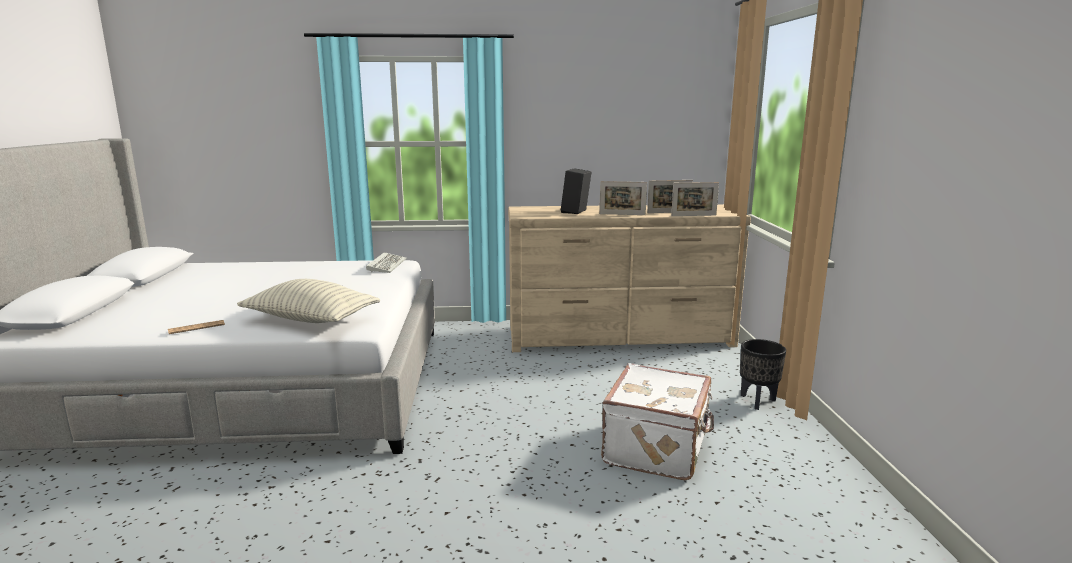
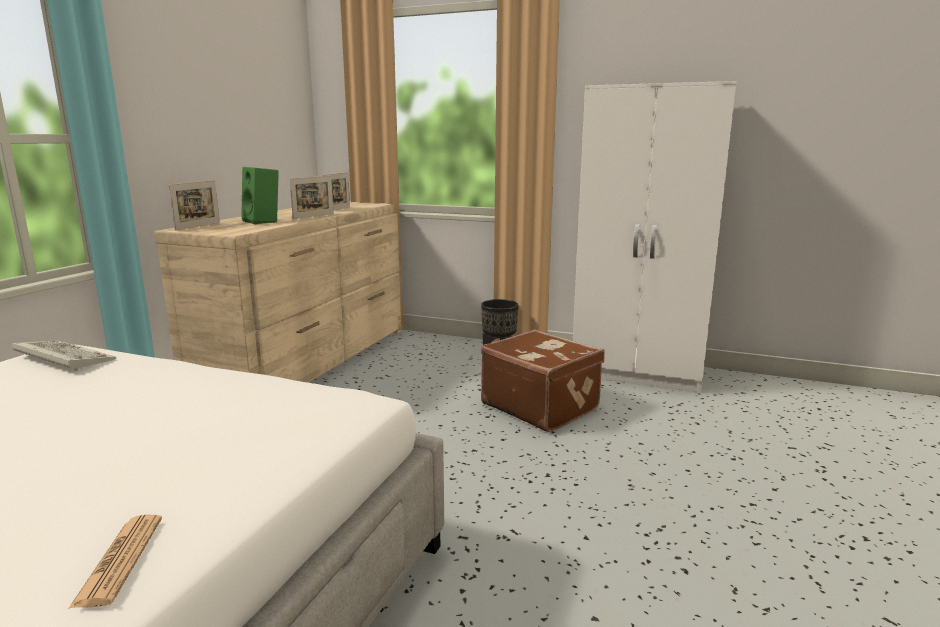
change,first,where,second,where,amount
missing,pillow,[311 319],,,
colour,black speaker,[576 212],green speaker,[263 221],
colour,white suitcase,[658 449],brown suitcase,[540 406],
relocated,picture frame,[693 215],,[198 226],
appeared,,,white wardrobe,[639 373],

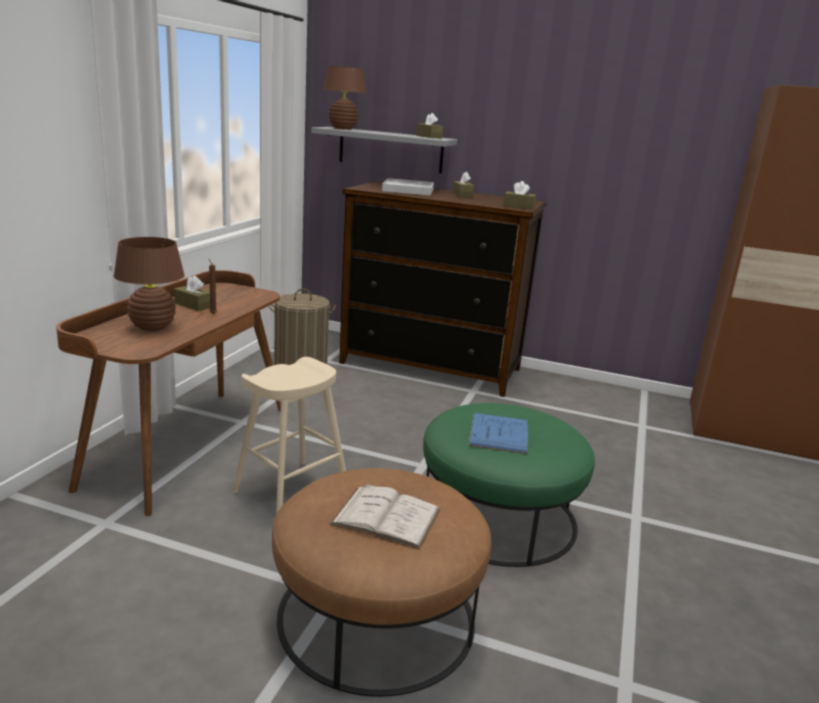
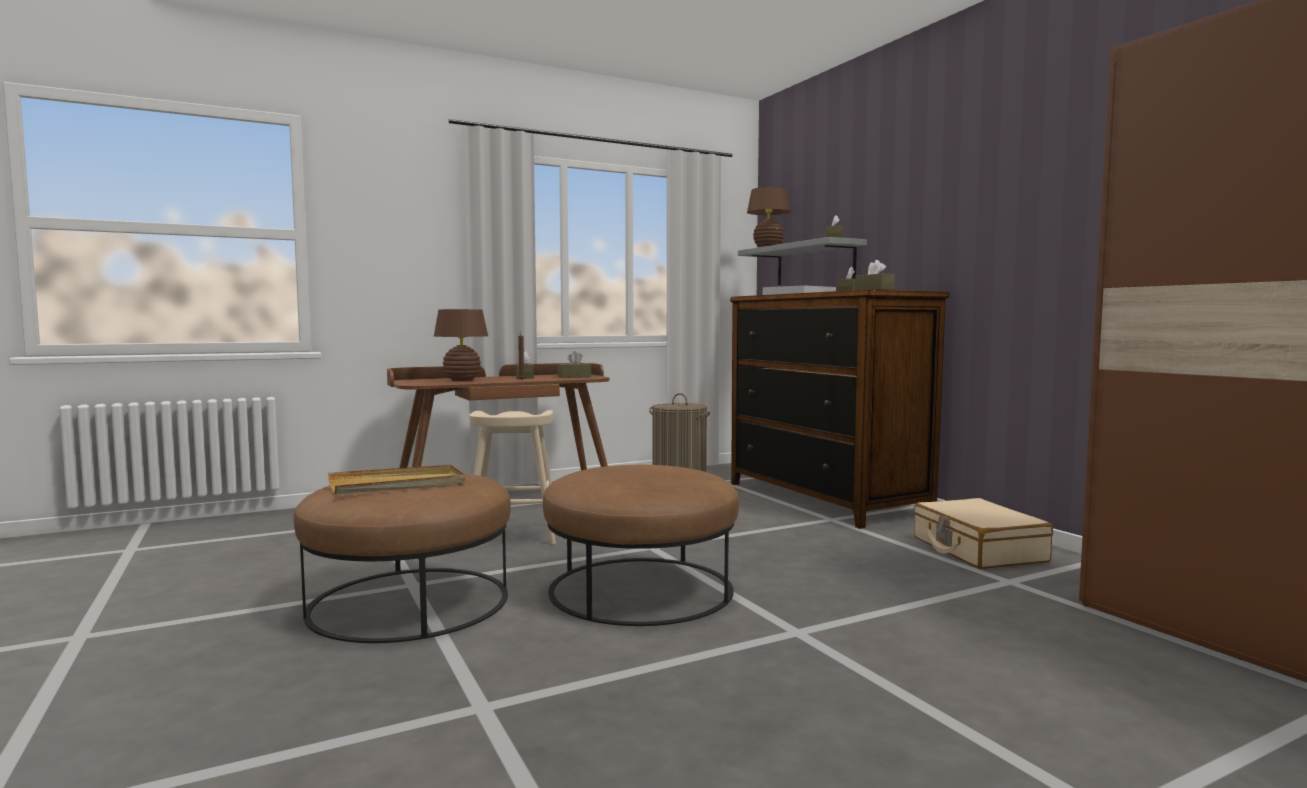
change,first,where,second,where,amount
exchanged,white book,[386 517],beige tray,[397 485],
colour,green ottoman,[498 516],brown ottoman,[640 589],
missing,blue book,[499 433],,,
appeared,,,brown tissue box,[574 377],
appeared,,,beige suitcase,[977 550],

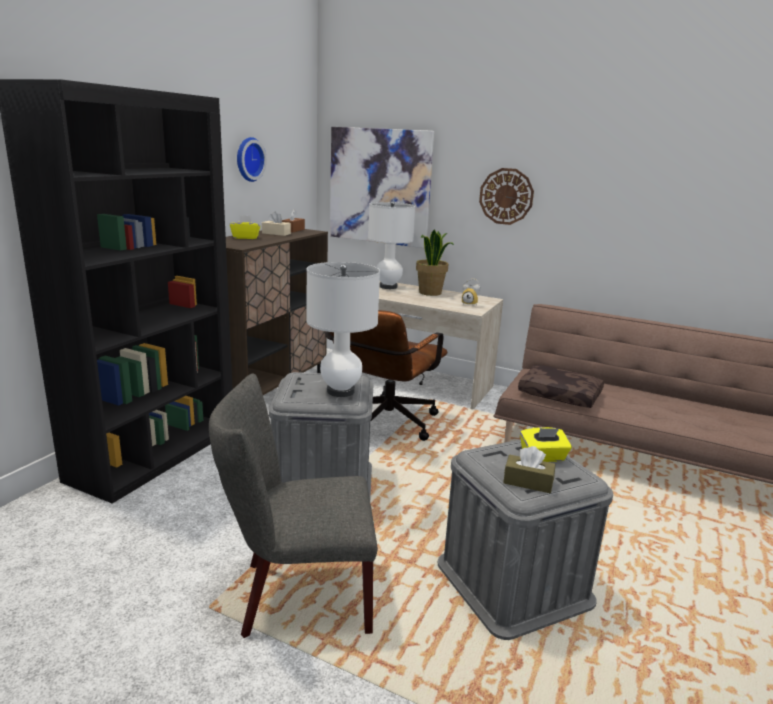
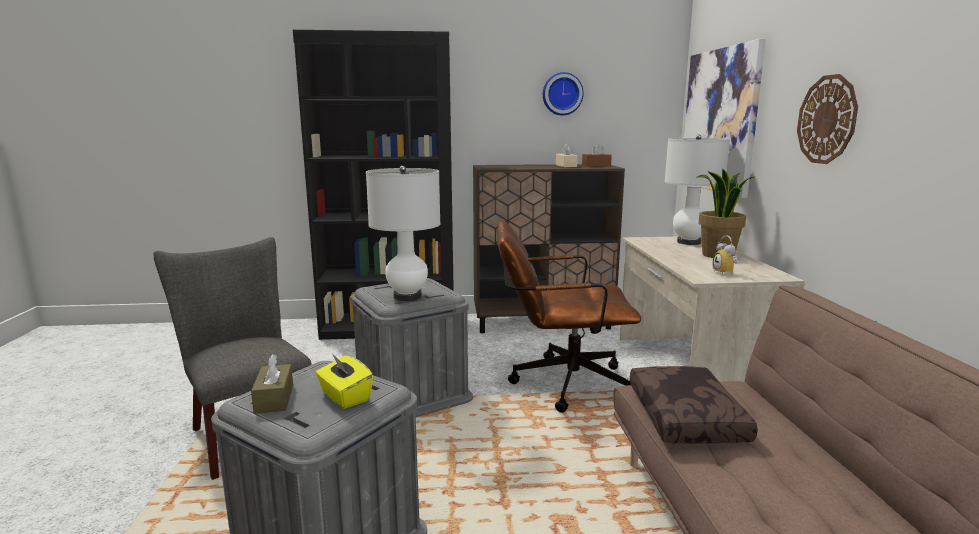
change,first,where,second,where,amount
missing,yellow tissue box,[245 237],,,

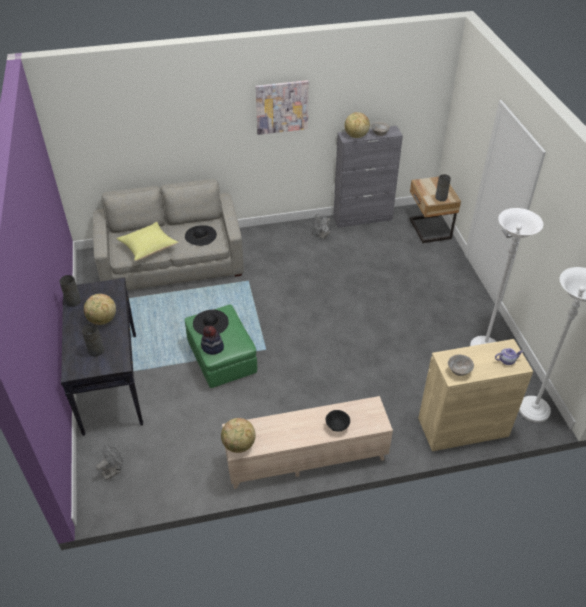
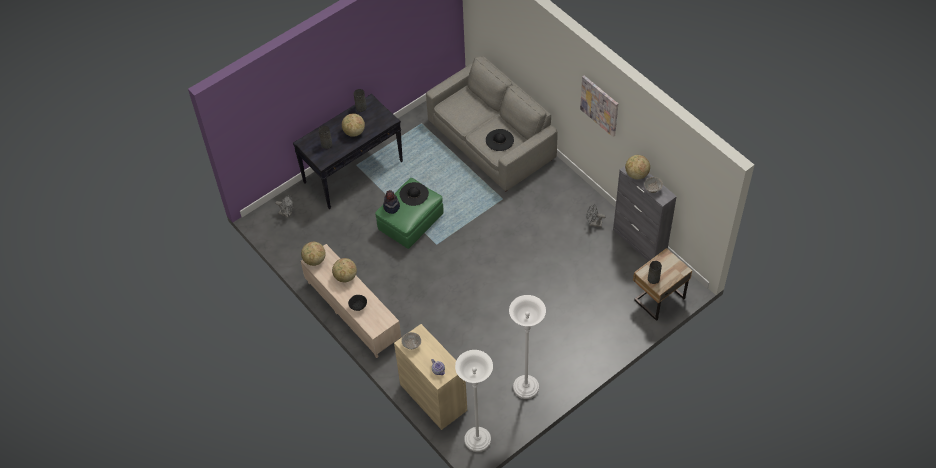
change,first,where,second,where,amount
missing,yellow pillow,[148 248],,,
appeared,,,globe,[345 277],

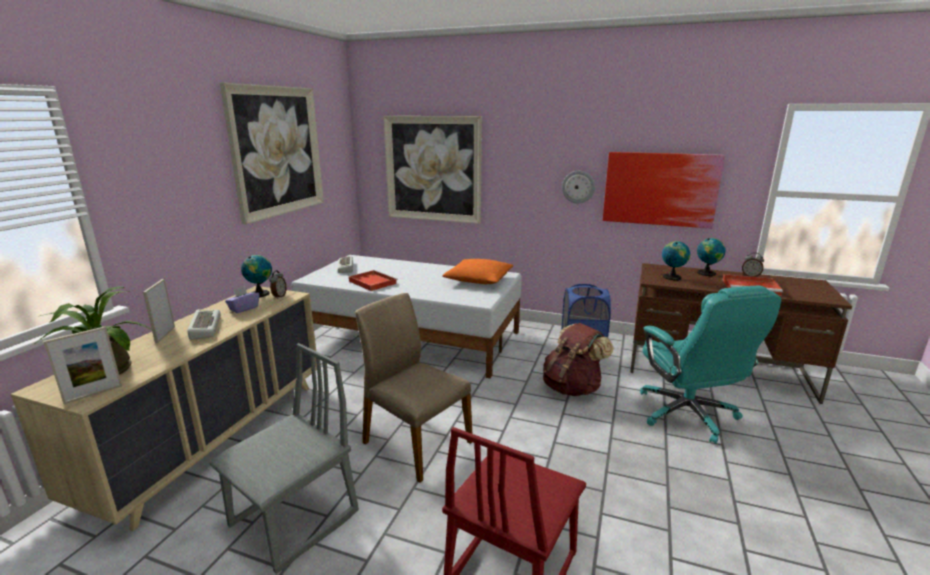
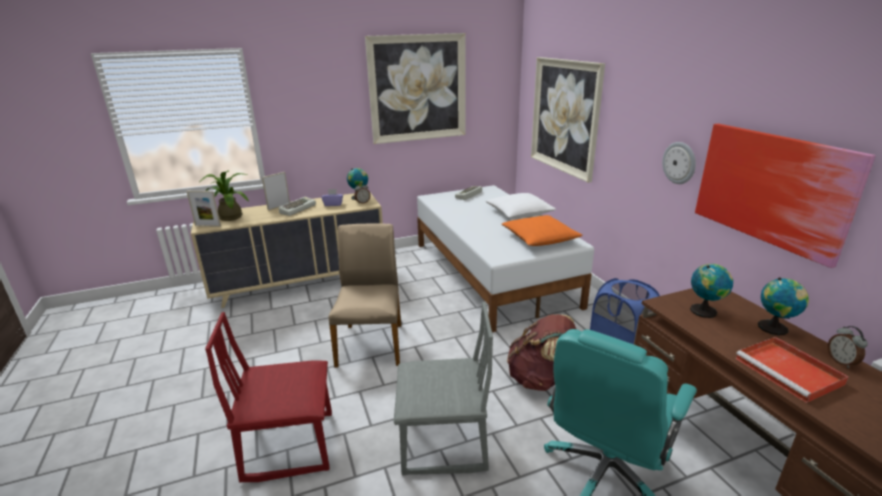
change,first,where,second,where,amount
relocated,grey chair,[295 520],,[443 444],
missing,red tray,[372 282],,,
appeared,,,white pillow,[519 213],

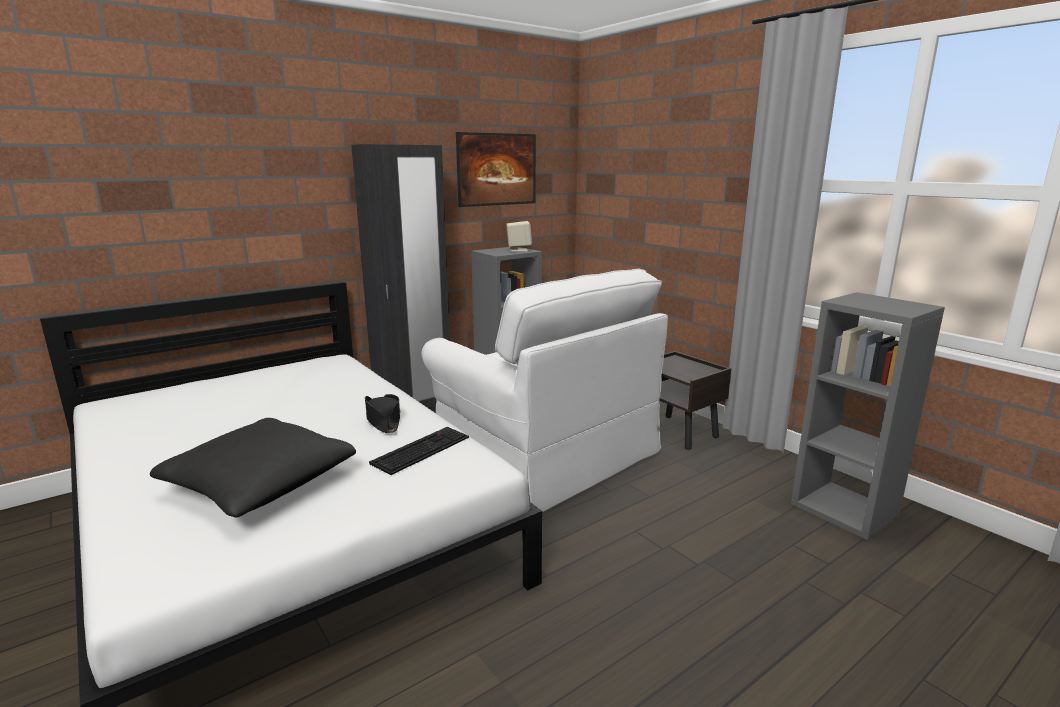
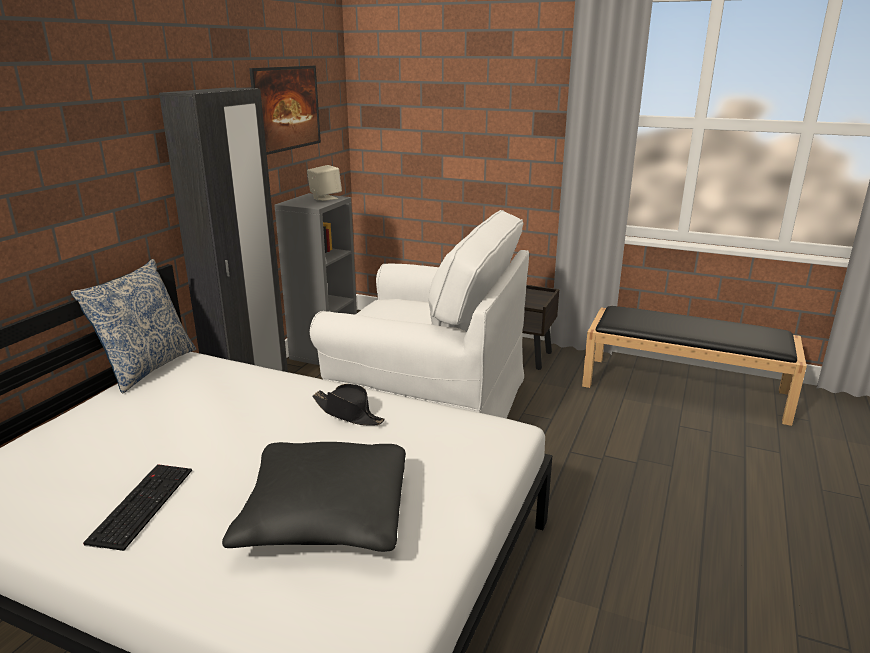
change,first,where,second,where,amount
relocated,keyboard,[421 449],,[141 504],
exchanged,grey bookcase,[845 510],black bench,[685 388],
appeared,,,pillow,[147 367],

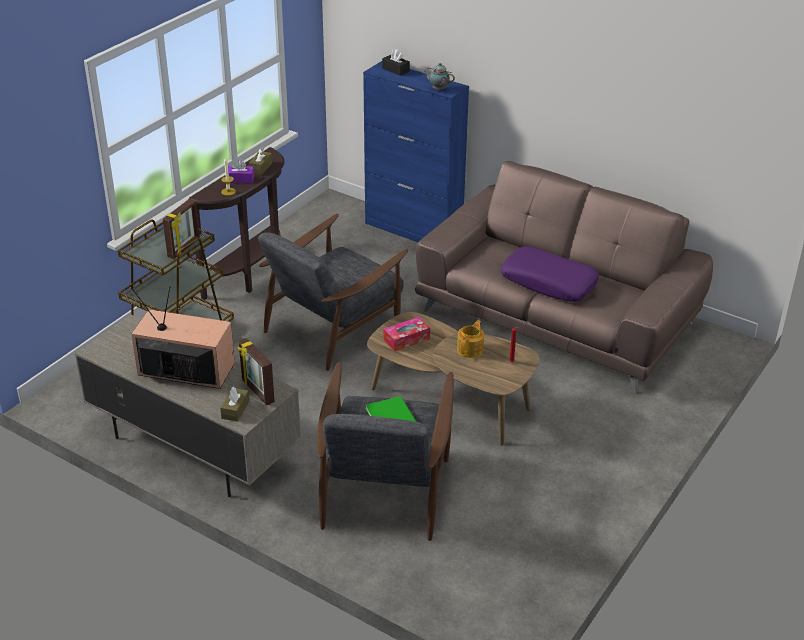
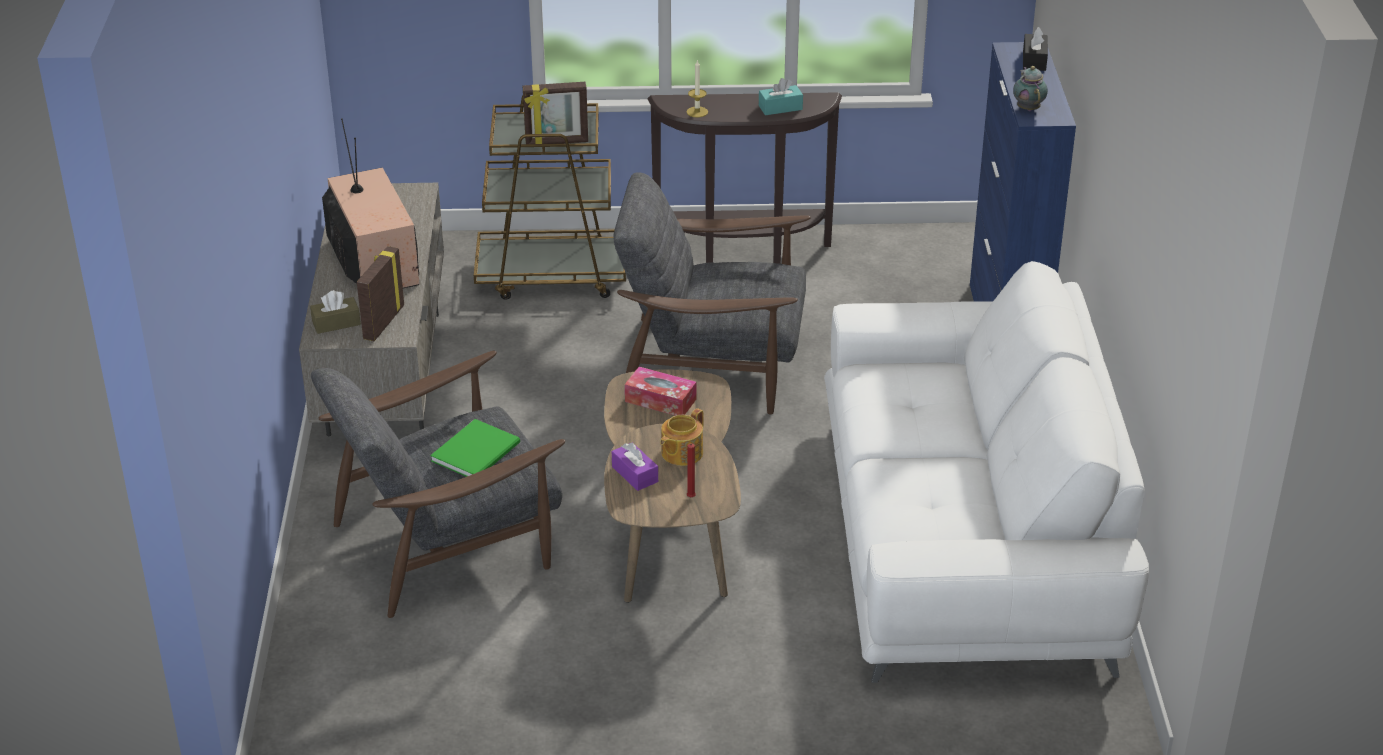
change,first,where,second,where,amount
relocated,purple tissue box,[240 179],,[635 474],
colour,brown tissue box,[261 167],turquoise tissue box,[780 107],
colour,brown sofa,[557 317],white sofa,[965 538],
spun,teapot,[470 349],,[681 453],135 degrees clockwise
missing,purple pillow,[549 282],,,

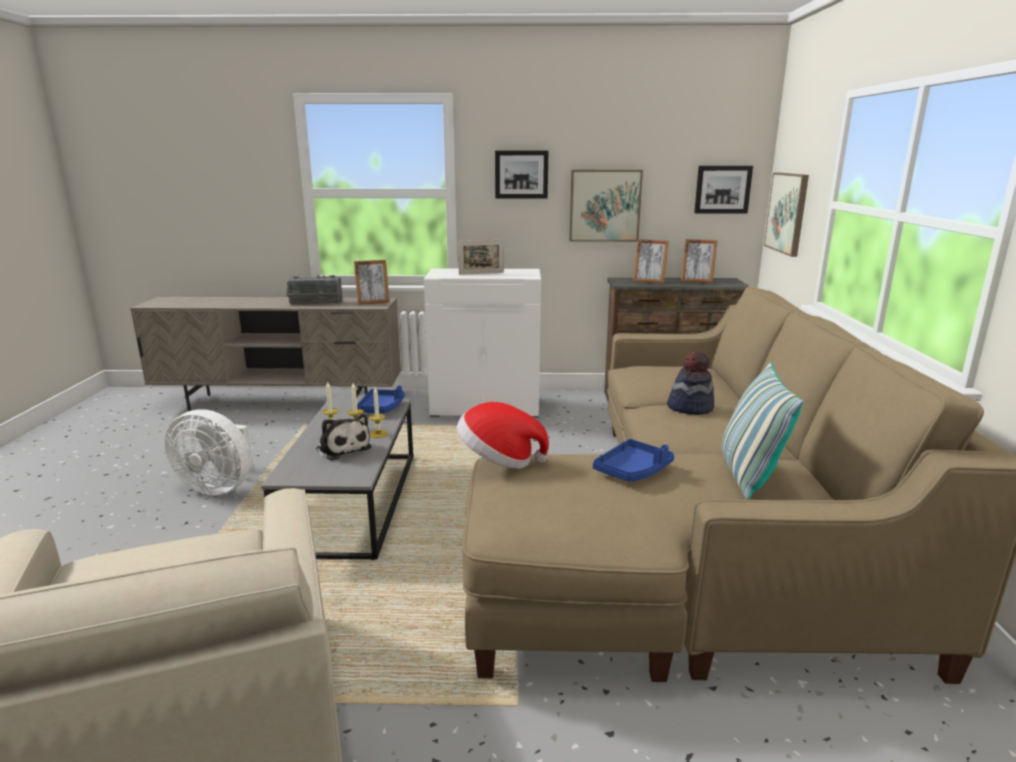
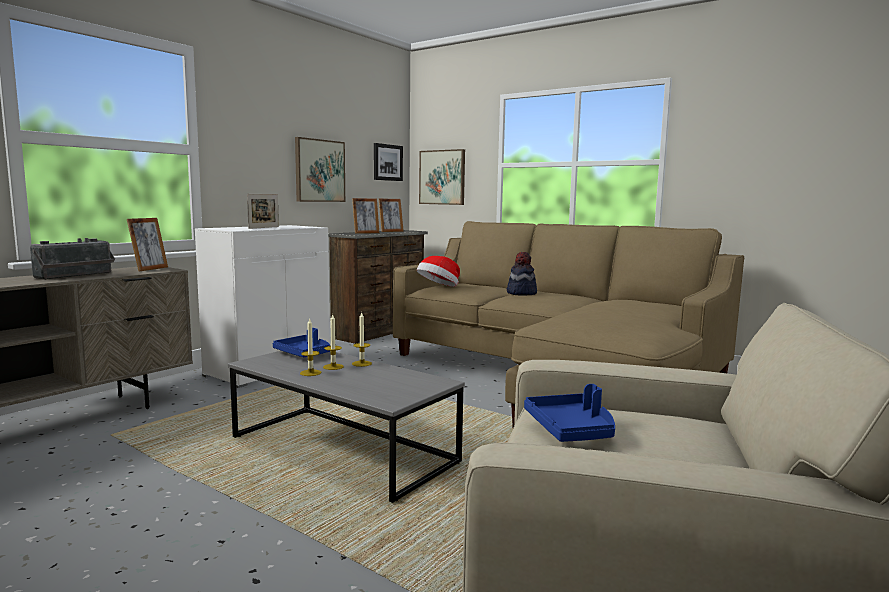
change,first,where,second,where,amount
missing,white fan,[219 486],,,
missing,plush toy,[342 448],,,
relocated,hat,[499 460],,[438 287],
missing,picture,[521 174],,,
relocated,blue tray,[633 470],,[571 429],
missing,pillow,[748 475],,,

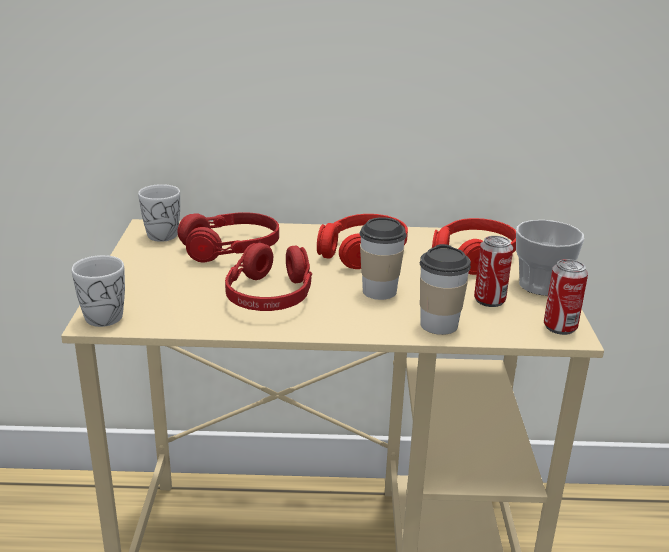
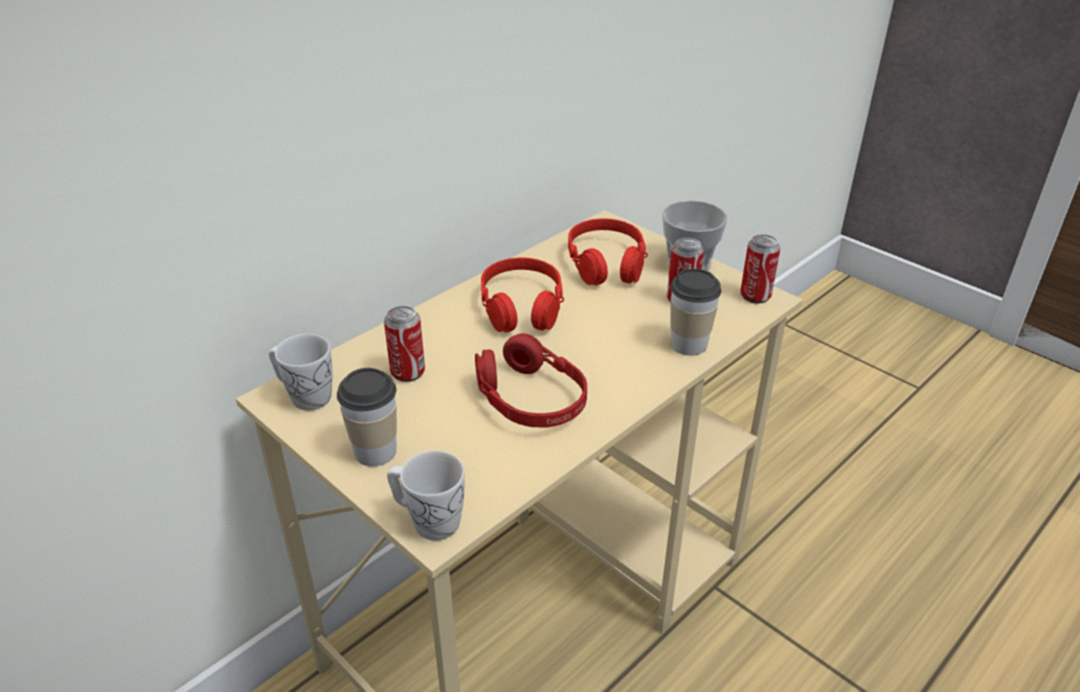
change,first,where,second,where,amount
exchanged,red headphones,[231 249],can,[408 372],
relocated,cup,[379 291],,[375 451],

